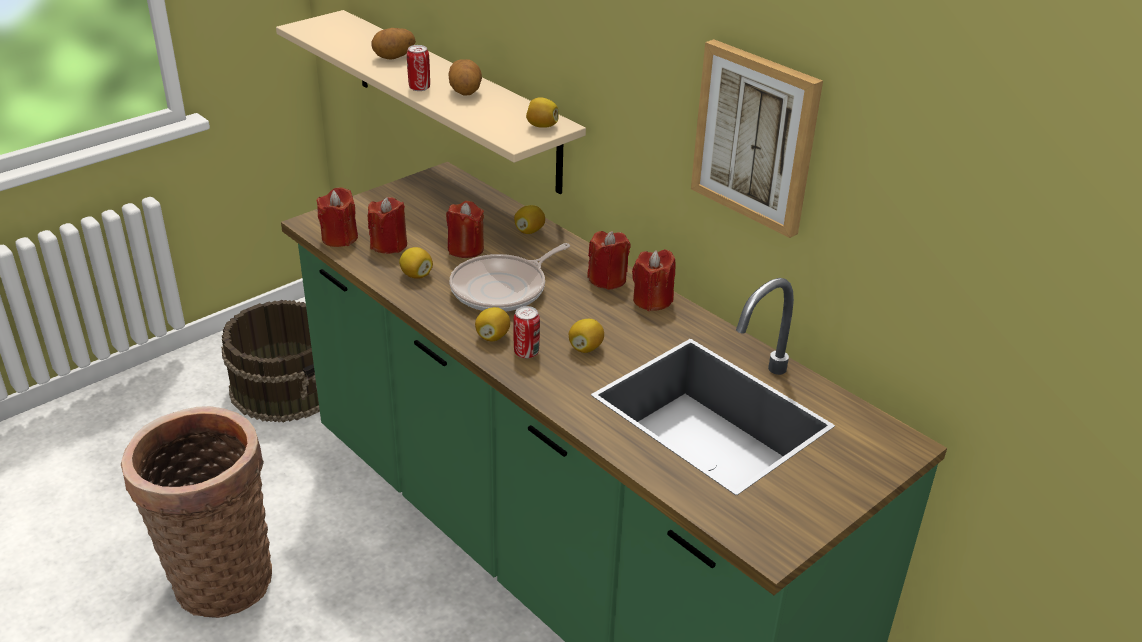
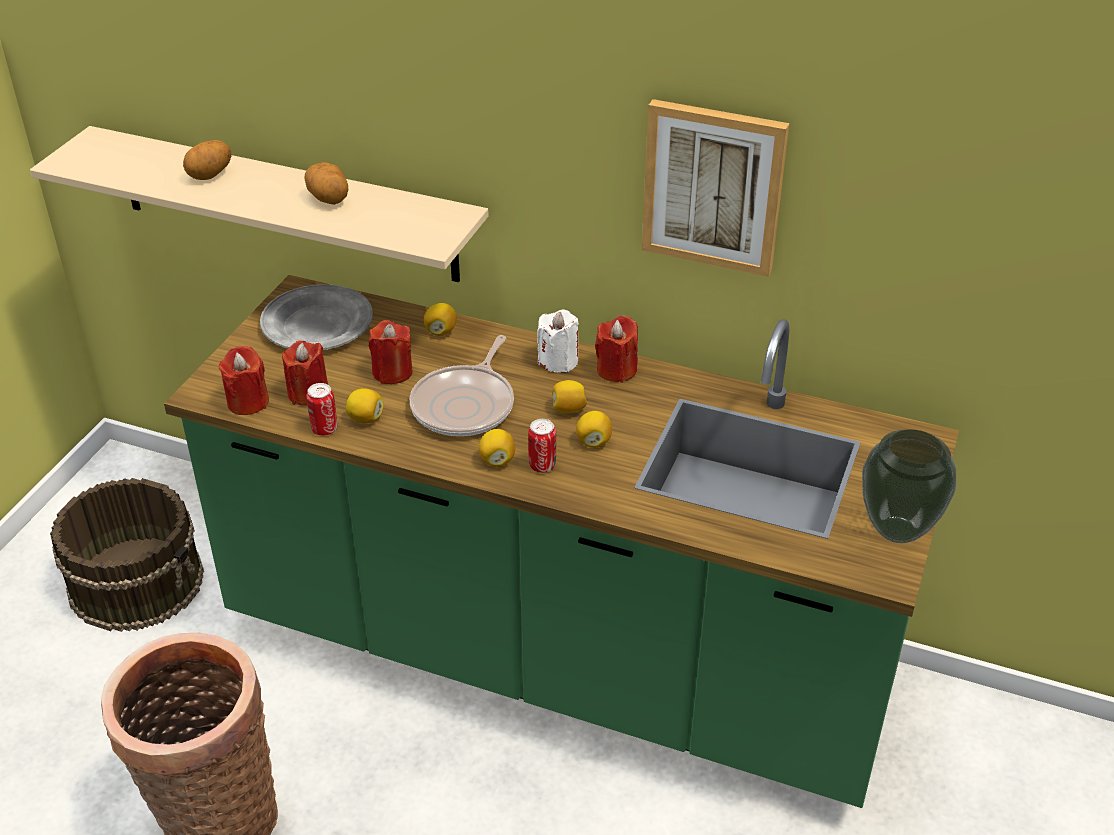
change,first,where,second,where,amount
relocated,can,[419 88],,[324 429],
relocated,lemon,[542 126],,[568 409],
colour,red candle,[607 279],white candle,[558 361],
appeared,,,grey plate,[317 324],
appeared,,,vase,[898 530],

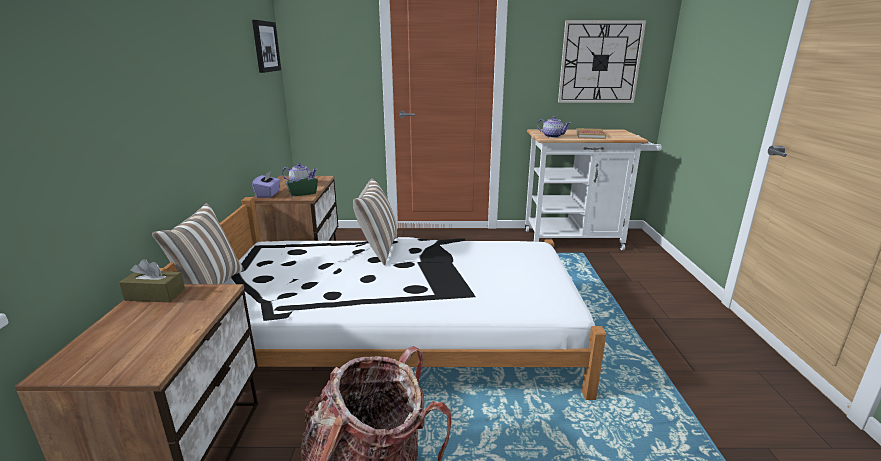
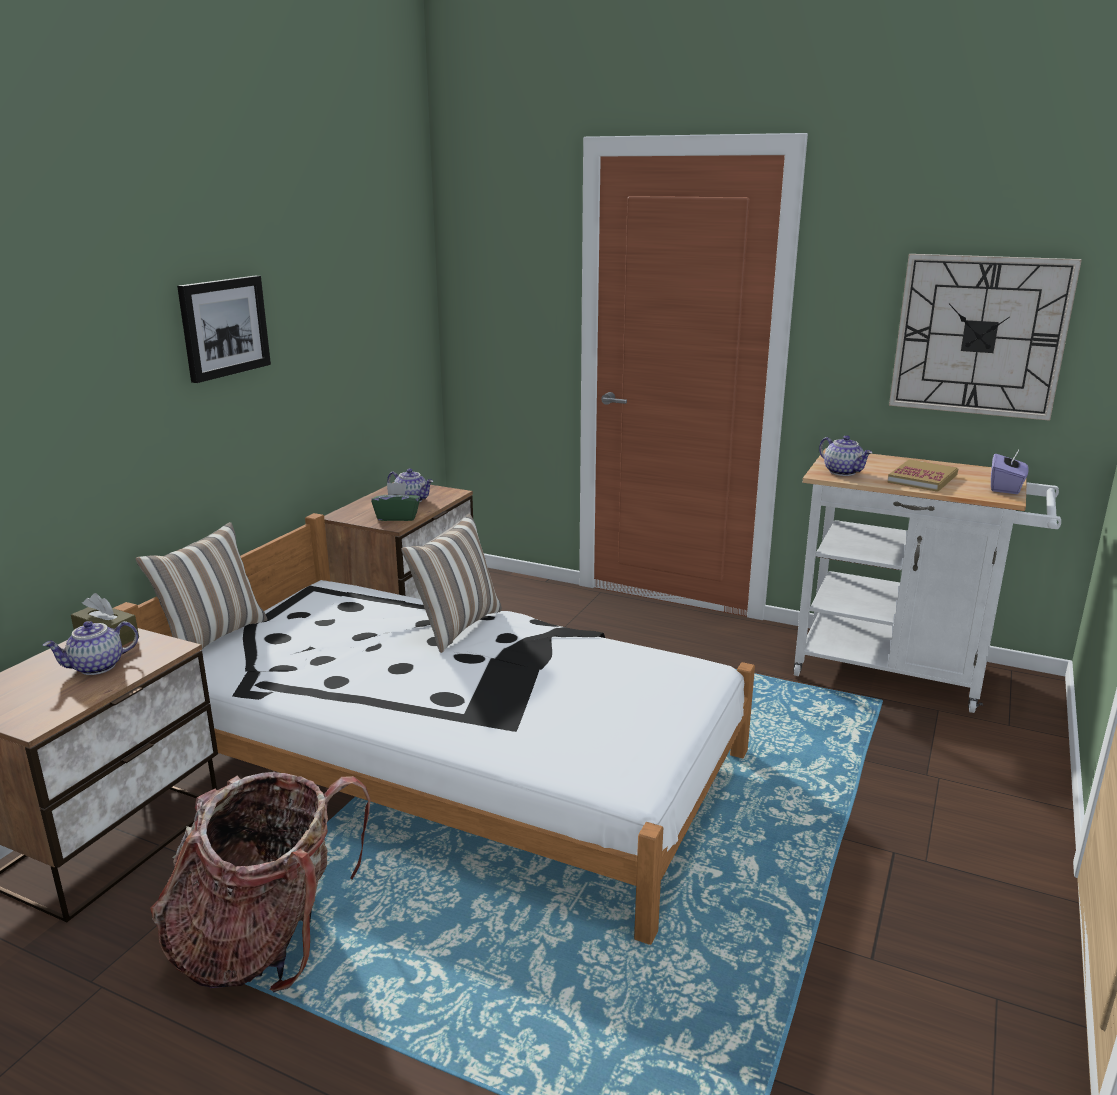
change,first,where,second,where,amount
relocated,picture,[265 46],,[223 327],
relocated,purple tissue box,[268 194],,[1006 487],
appeared,,,teapot,[97 667],

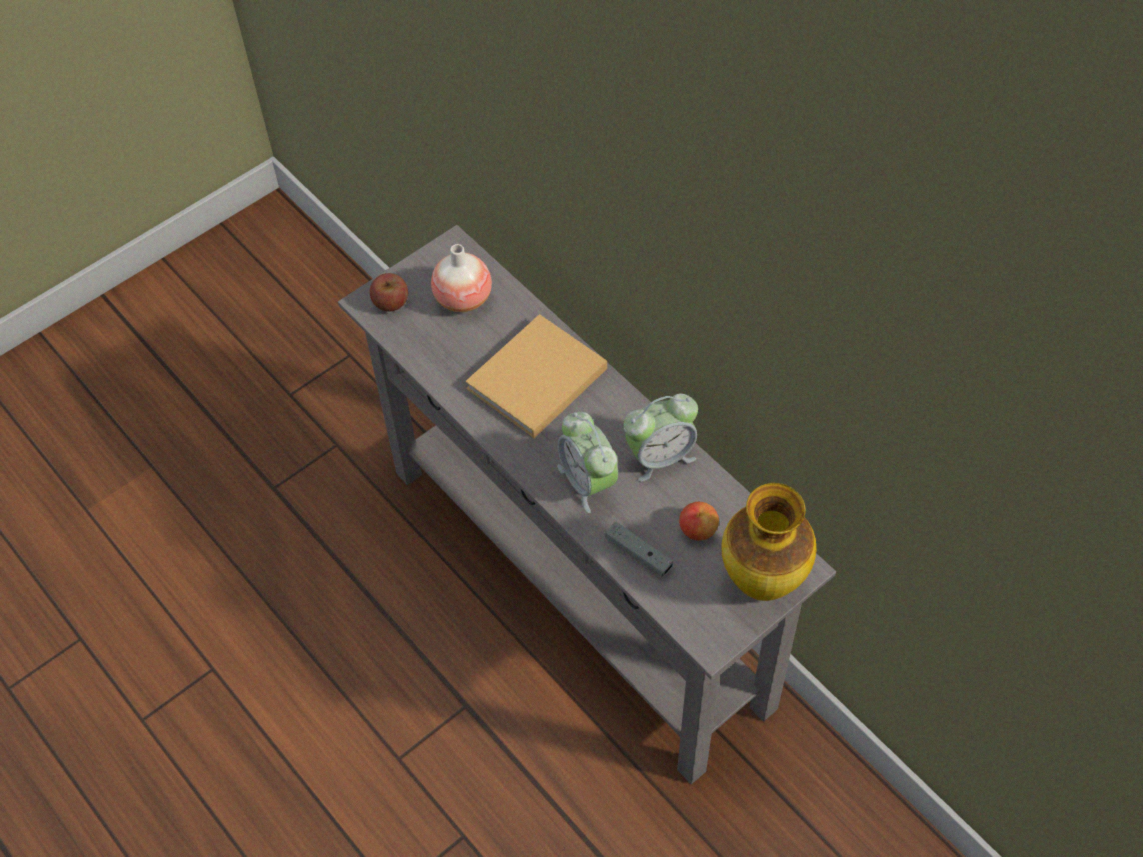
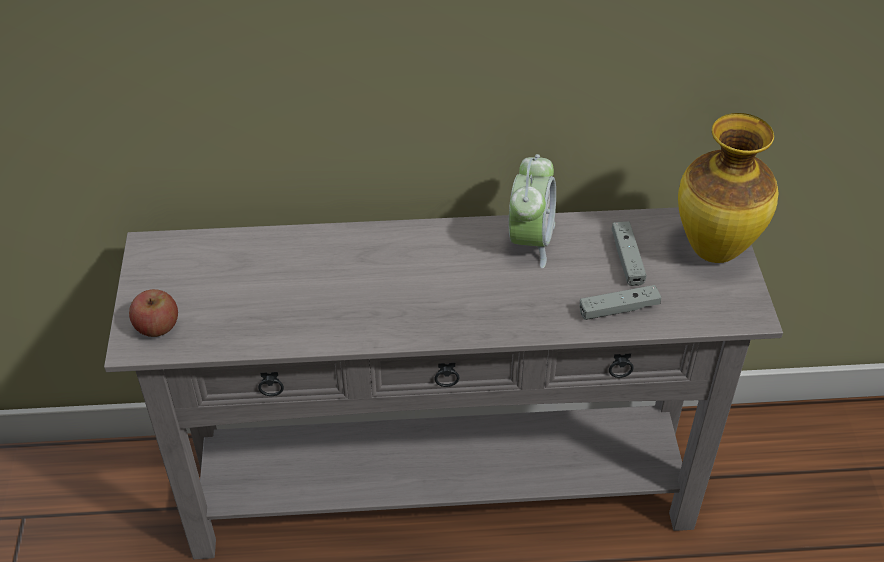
change,first,where,second,where,amount
missing,vase,[463 299],,,
missing,beige book,[534 381],,,
missing,alarm clock,[588 481],,,
exchanged,apple,[698 530],grey game controller,[627 259],

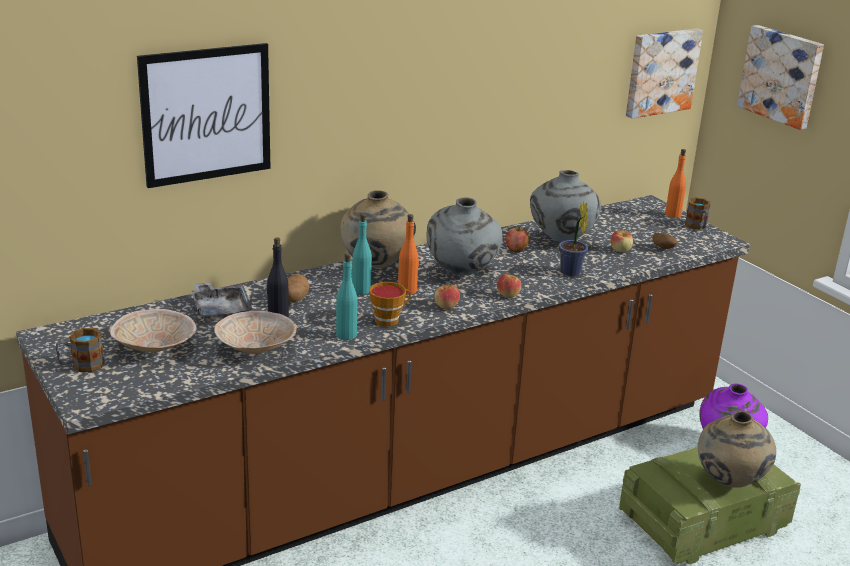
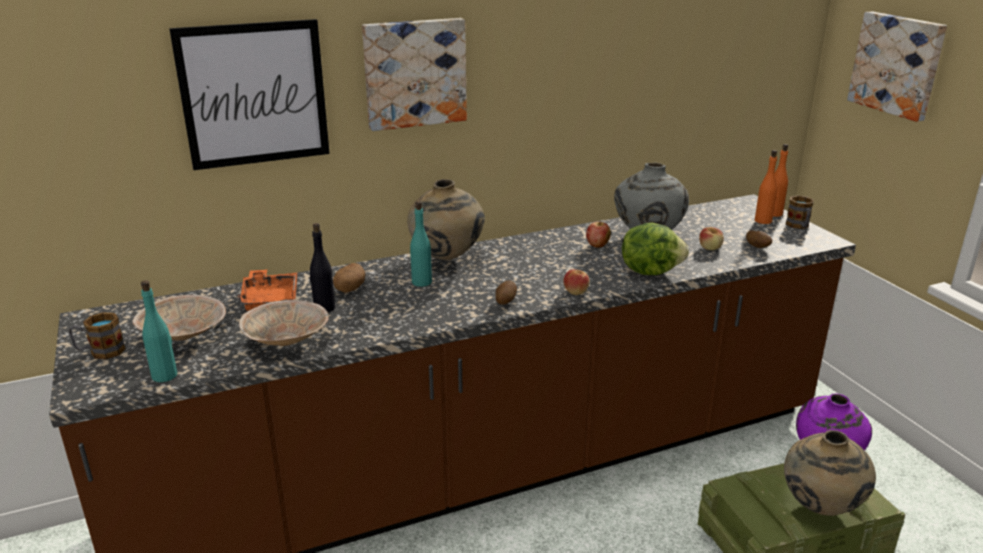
change,first,where,second,where,amount
colour,grey tray,[221 310],orange tray,[270 299],
relocated,turquoise bottle,[346 335],,[165 375],
missing,cup,[389 320],,,
relocated,orange bottle,[407 290],,[763 221],
missing,grey vase,[462 274],,,
exchanged,apple,[446 306],potato,[505 301],
exchanged,potted plant,[570 273],lettuce,[650 271],
relocated,picture,[660 72],,[414 73],

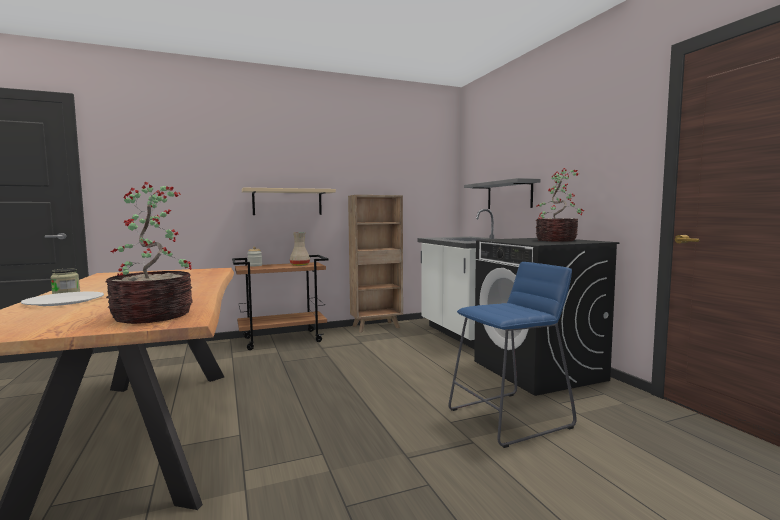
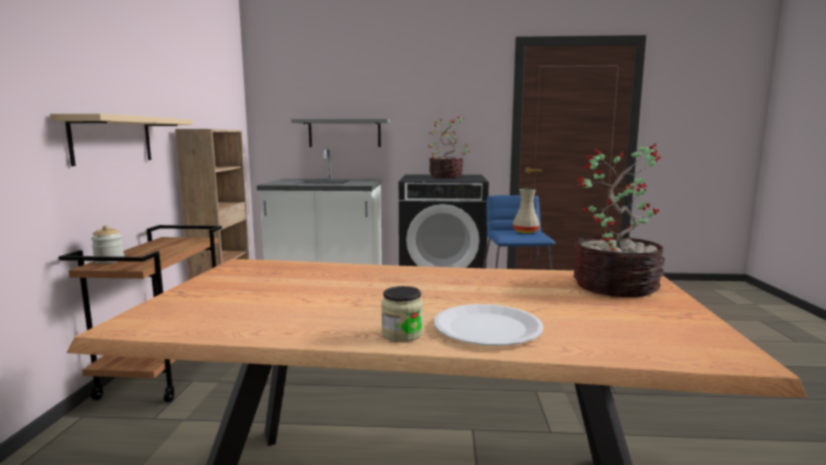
change,first,where,second,where,amount
relocated,beige vase,[299 265],,[526 232],

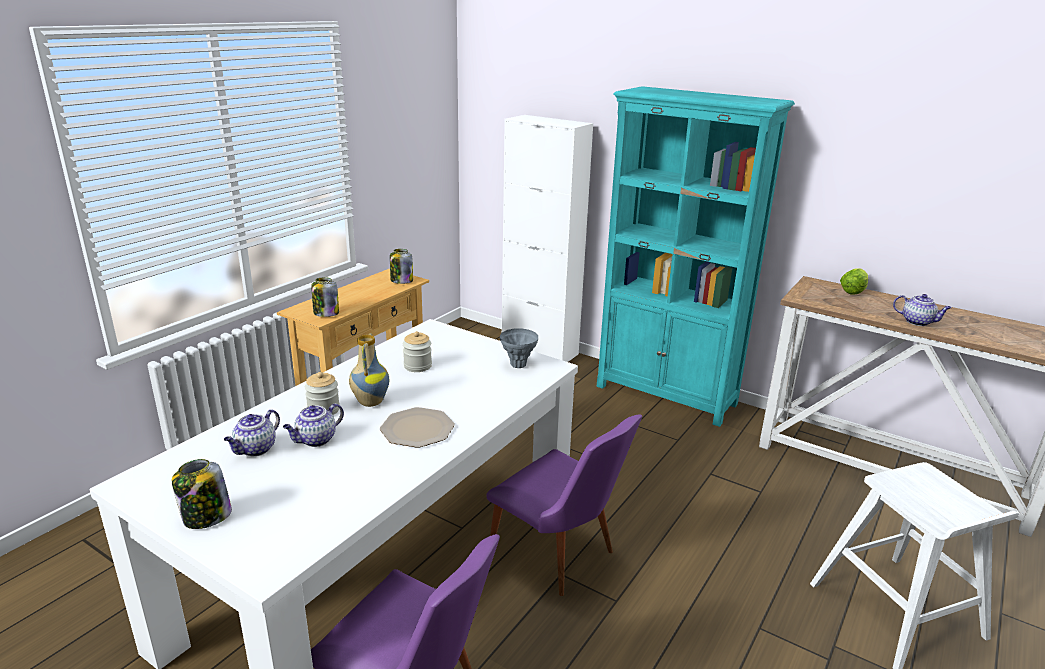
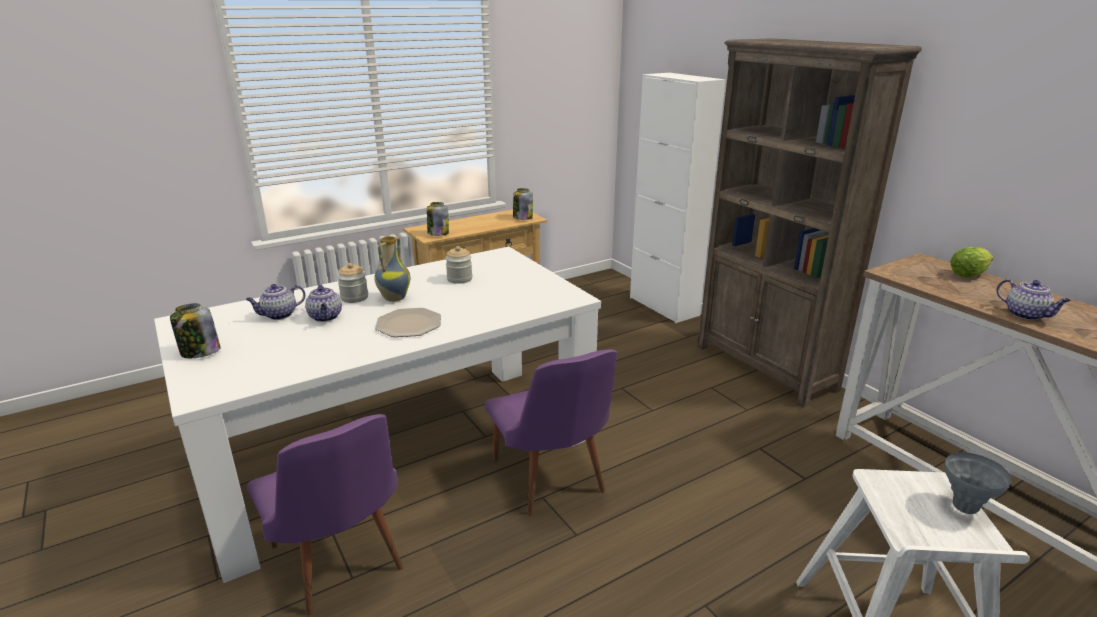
change,first,where,second,where,amount
spun,teapot,[315 440],,[326 317],90 degrees counterclockwise
relocated,grey vase,[518 365],,[964 507],
colour,turquoise bookcase,[666 395],brown bookcase,[765 367],

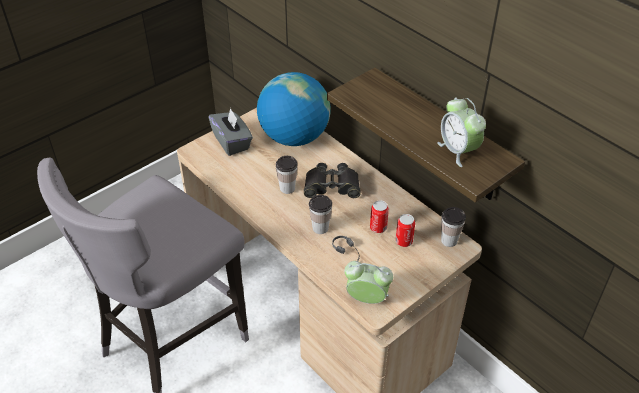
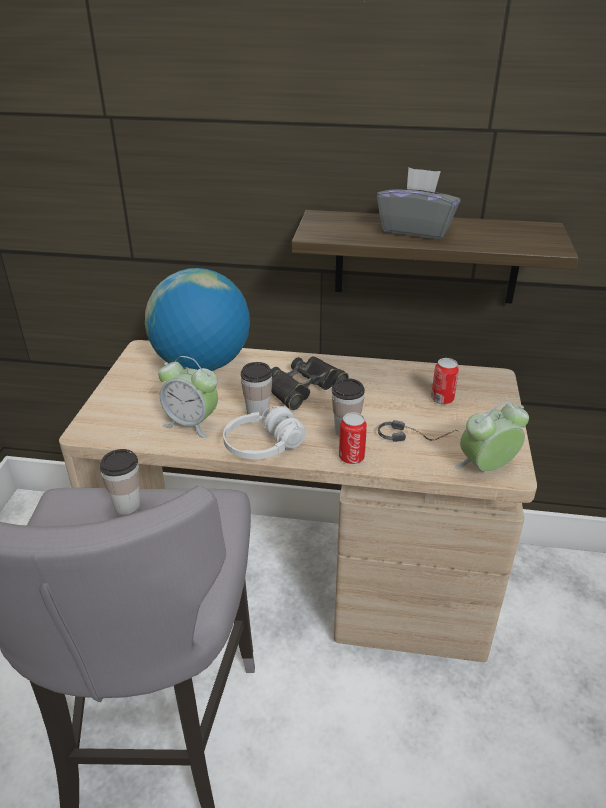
change,first,where,second,where,amount
relocated,grey tissue box,[232 142],,[416 230],
relocated,can,[378 227],,[351 457],
relocated,alarm clock,[458 151],,[192 424],
relocated,cup,[449 240],,[127 505],
appeared,,,white headphones,[263 446],

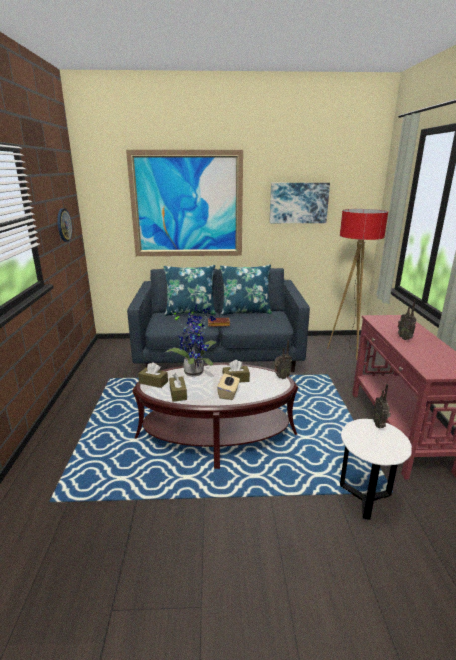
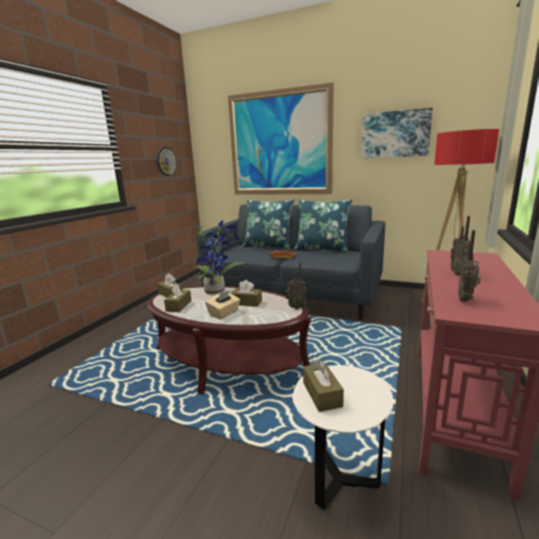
change,first,where,second,where,amount
relocated,radio,[379 425],,[466 300],
appeared,,,brown tissue box,[322 394],

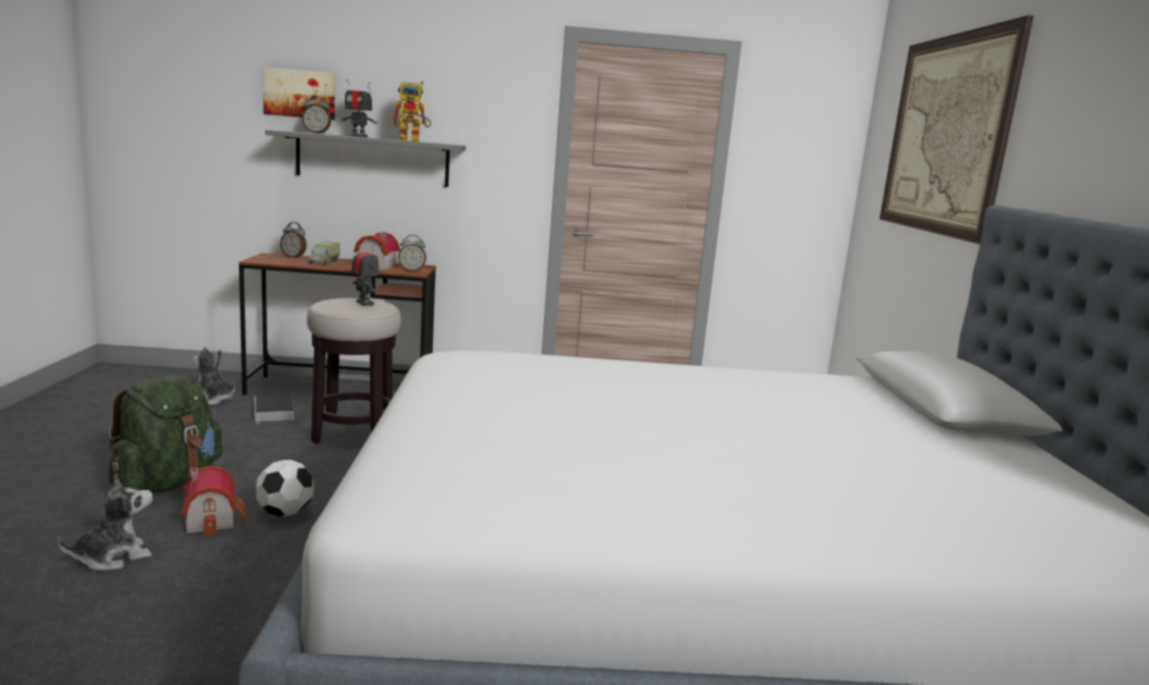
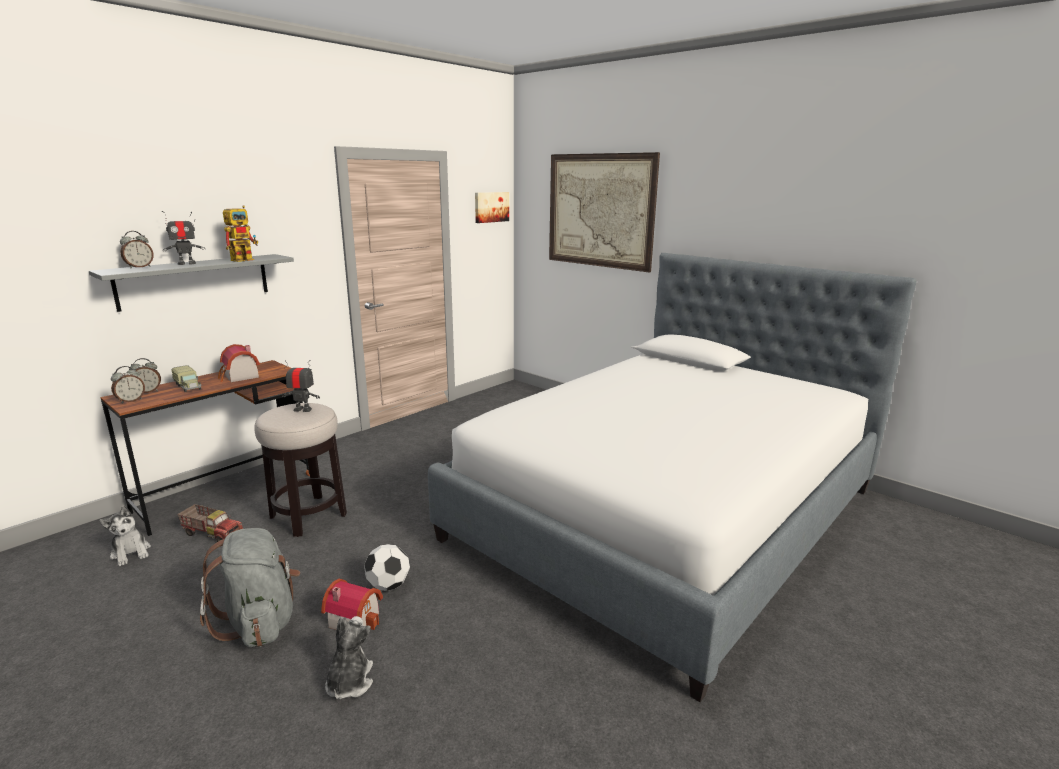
change,first,where,second,where,amount
colour,green backpack,[168 482],grey backpack,[260 622],
spun,plush toy,[213 400],,[131 552],105 degrees counterclockwise
exchanged,book,[274 412],toy truck,[213 533],
relocated,picture,[300 94],,[491 207],
relocated,alarm clock,[412 271],,[130 400],

